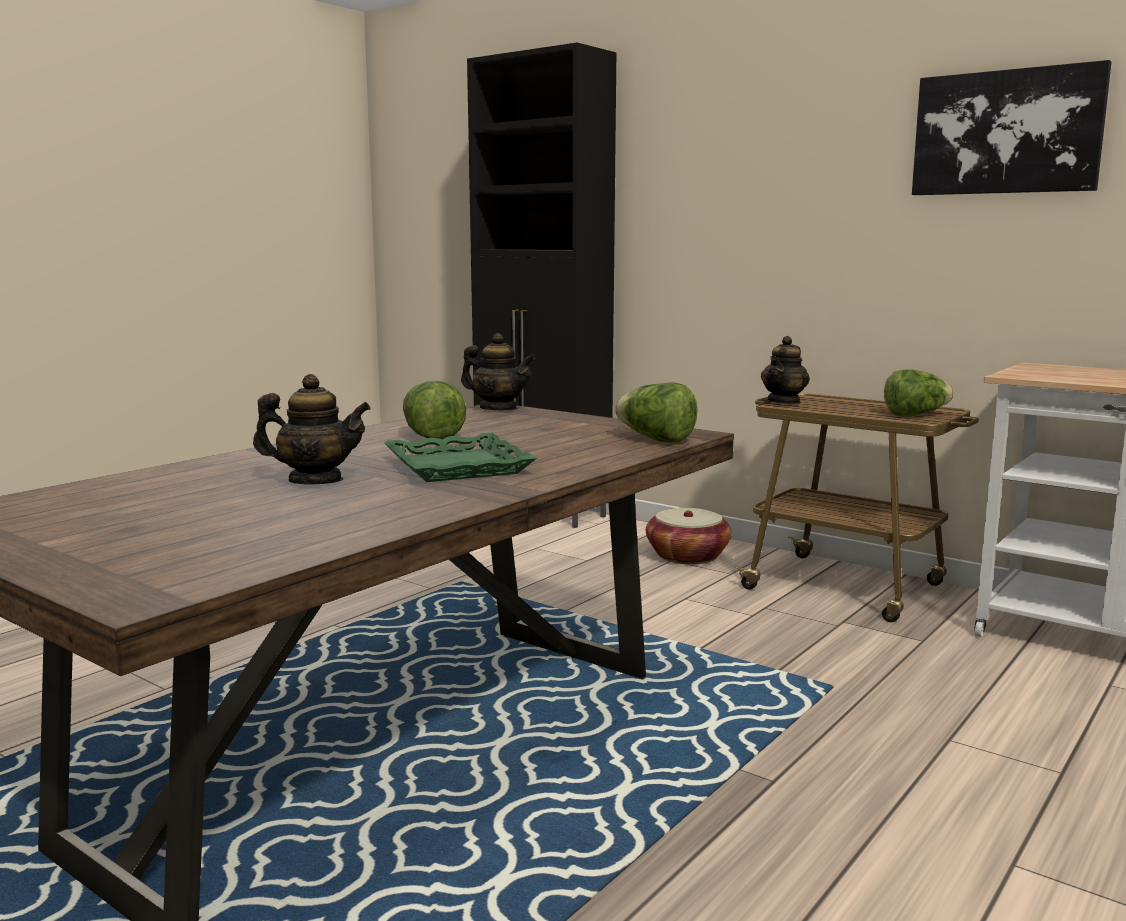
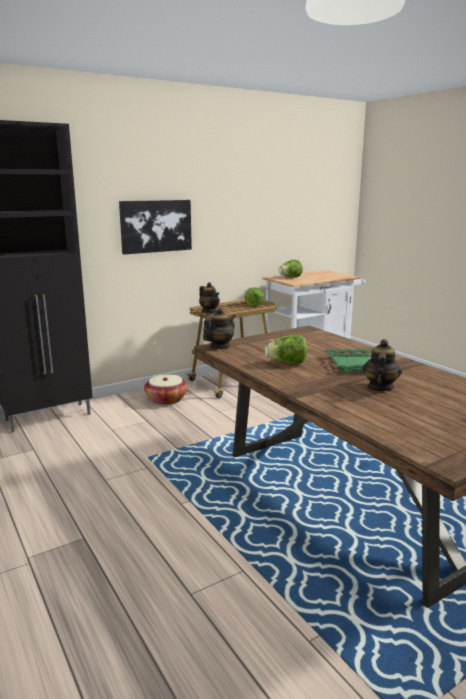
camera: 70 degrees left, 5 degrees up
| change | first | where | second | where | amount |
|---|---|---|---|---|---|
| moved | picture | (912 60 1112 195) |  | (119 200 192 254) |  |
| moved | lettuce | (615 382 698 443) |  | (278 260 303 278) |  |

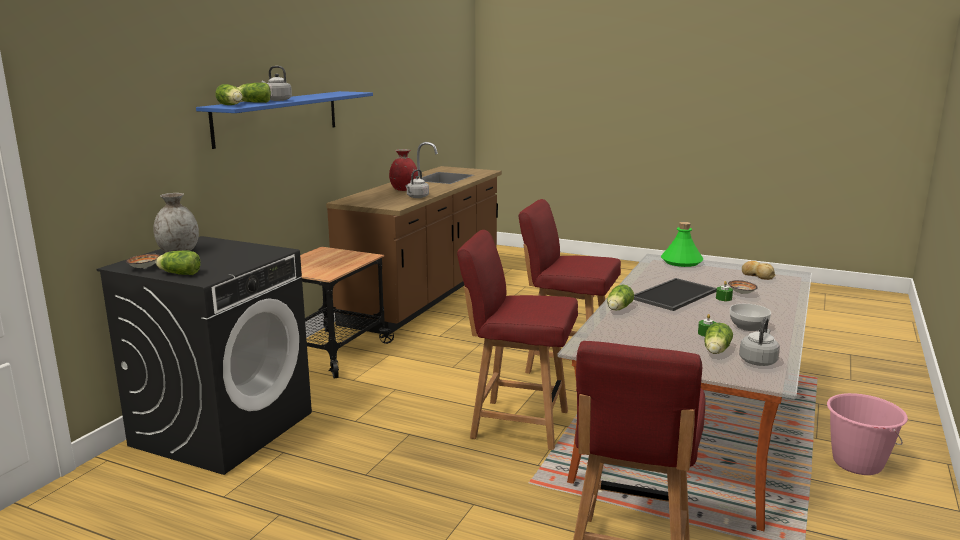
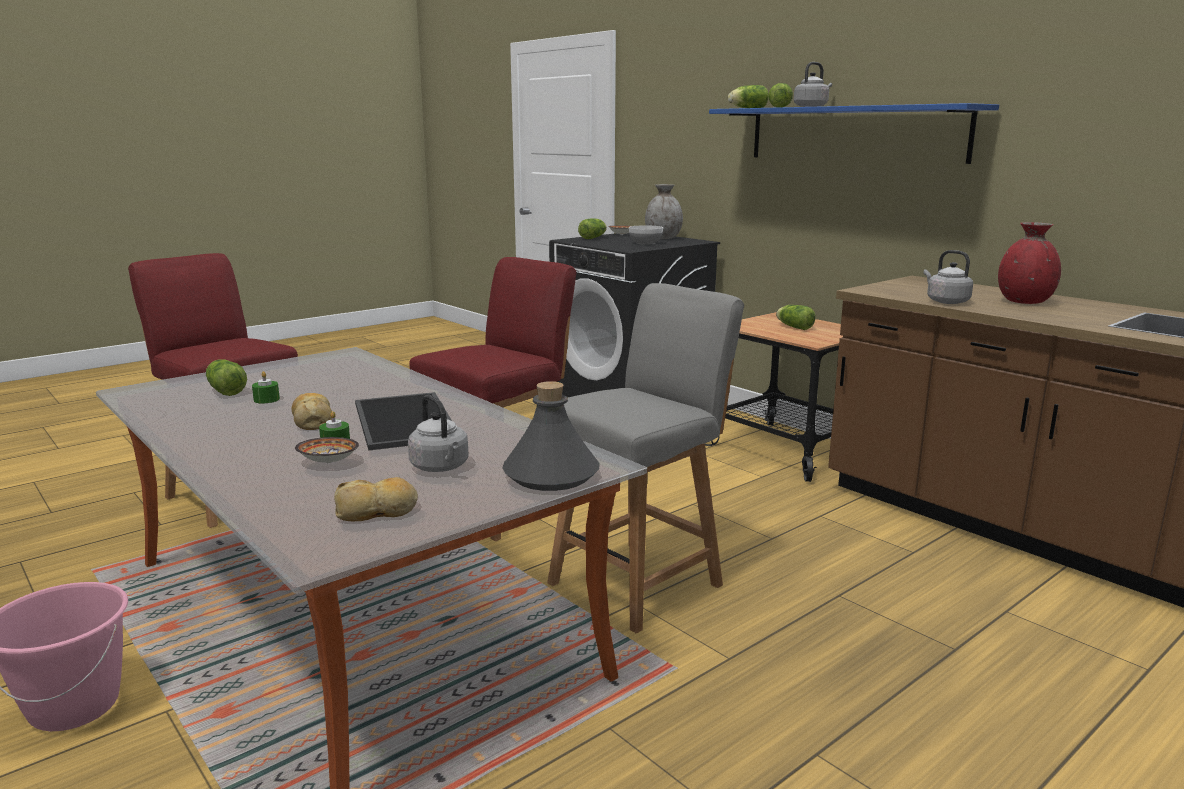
camera: 115 degrees right, 0 degrees up
| change | first | where | second | where | amount |
|---|---|---|---|---|---|
| recoloured | chair (red) | (518 199 621 374) | chair (grey) | (547 283 744 633) |  |
| recoloured | bottle (green) | (661 222 703 267) | bottle (grey) | (502 381 600 491) |  |
| moved | lettuce | (607 284 634 310) |  | (776 305 816 330) |  |
| moved | bowl | (730 304 771 331) |  | (629 225 663 245) |  |
| moved | kettle (grey) | (739 317 780 366) |  | (408 395 469 472) |  |
| added |  |  | bread | (291 393 332 430) |  |

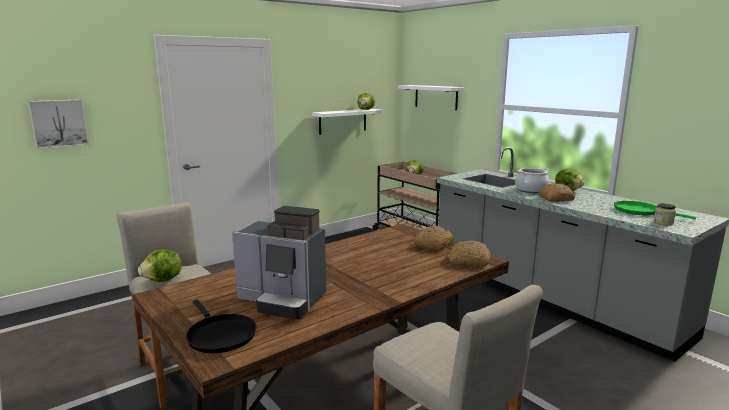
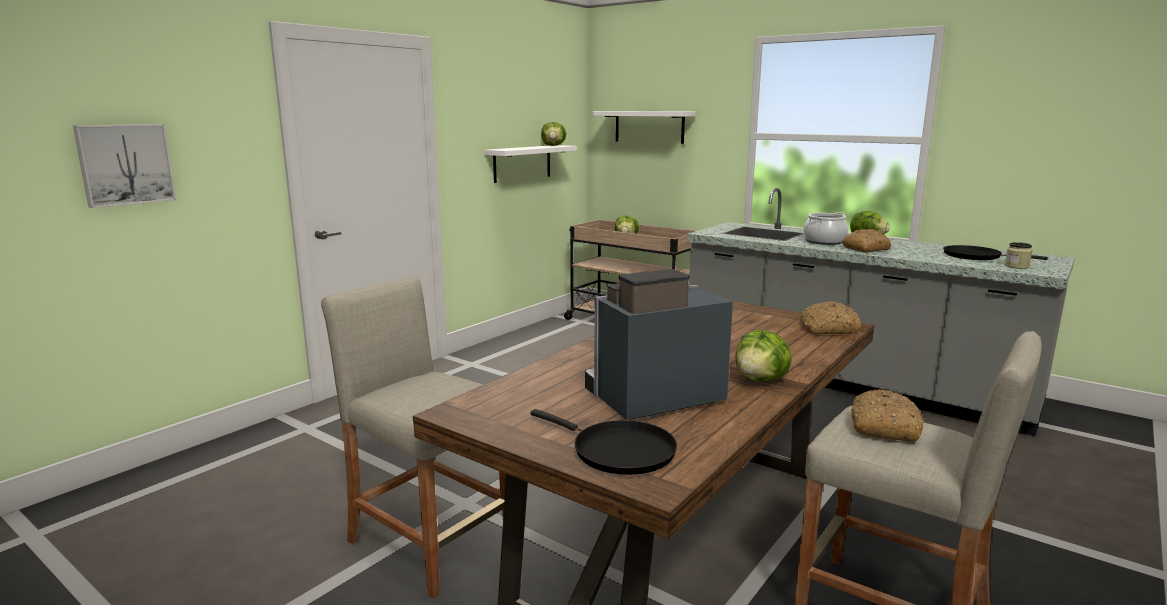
camera: 15 degrees left, 0 degrees up
| change | first | where | second | where | amount |
|---|---|---|---|---|---|
| recoloured | frying pan (green) | (614 201 696 219) | frying pan (black) | (943 245 1048 260) |  |
| turned | coffee machine | (232 206 326 320) |  | (585 269 733 420) | 150 degrees clockwise |
| moved | bread | (415 226 453 250) |  | (851 389 924 442) |  |
| moved | lettuce | (138 249 182 282) |  | (735 330 792 382) |  |

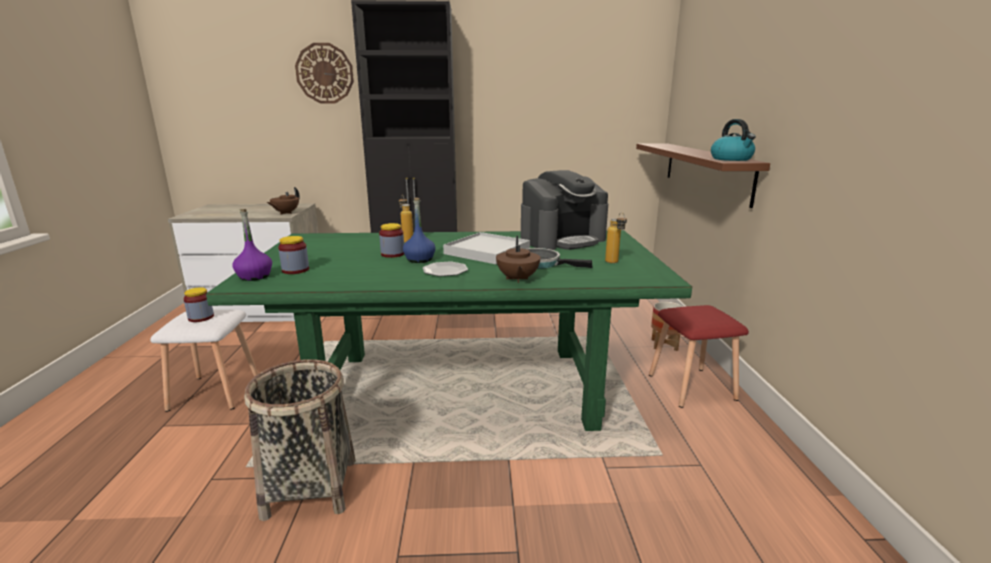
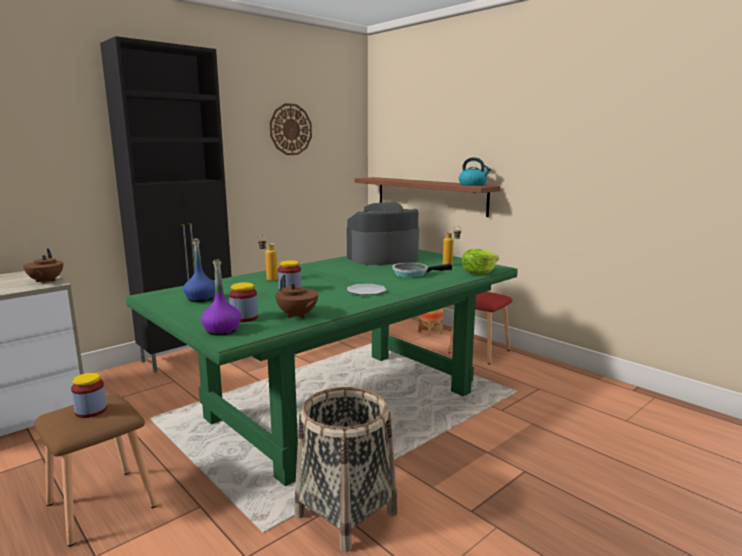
camera: 40 degrees left, 5 degrees down
| change | first | where | second | where | amount |
|---|---|---|---|---|---|
| moved | wall clock | (295 43 354 103) |  | (269 103 312 155) |  |
| turned | coffee machine | (521 170 608 250) |  | (346 202 419 265) | 135 degrees counterclockwise |
| moved | bottle (blue) | (403 198 436 263) |  | (183 239 215 302) |  |
| removed | tray (white) | (443 232 530 264) |  |  |  |
| moved | teapot (brown) | (496 236 540 283) |  | (275 275 318 318) |  |
| recoloured | stool (white) | (150 310 258 412) | stool (brown) | (34 394 157 547) |  |
| added |  |  | lettuce | (462 249 499 274) |  |

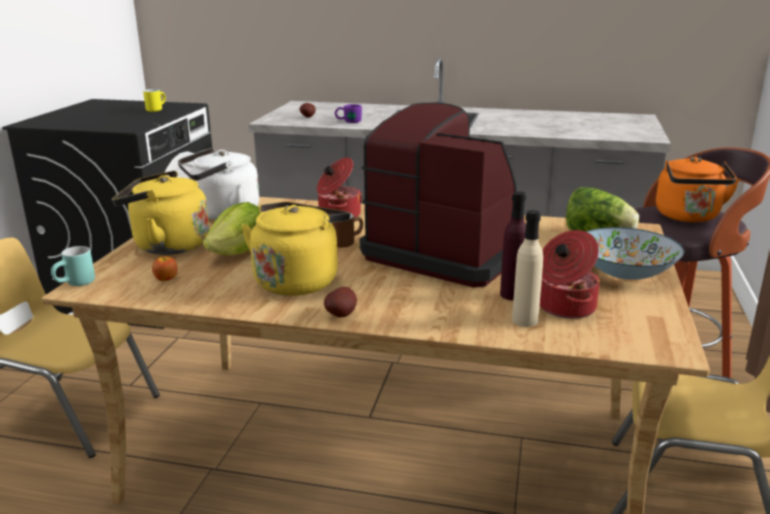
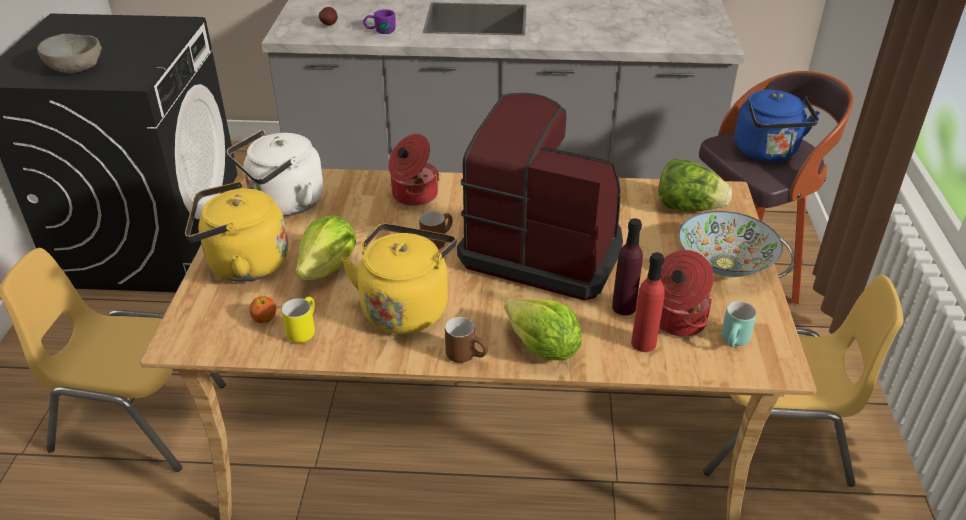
camera: 10 degrees left, 15 degrees up
| change | first | where | second | where | amount |
|---|---|---|---|---|---|
| moved | mug (yellow) | (143 89 166 112) |  | (282 297 315 343) |  |
| recoloured | kettle (orange) | (656 156 740 222) | kettle (blue) | (735 90 820 162) |  |
| recoloured | bottle (beige) | (512 210 543 327) | bottle (red) | (631 252 665 352) |  |
| moved | mug (turquoise) | (51 246 95 286) |  | (721 301 757 347) |  |
| replaced | potato | (324 287 357 317) | mug (brown) | (445 317 488 363) |  |
| added |  |  | bowl (grey) | (37 34 102 73) |  |
| added |  |  | lettuce | (504 298 581 360) |  |

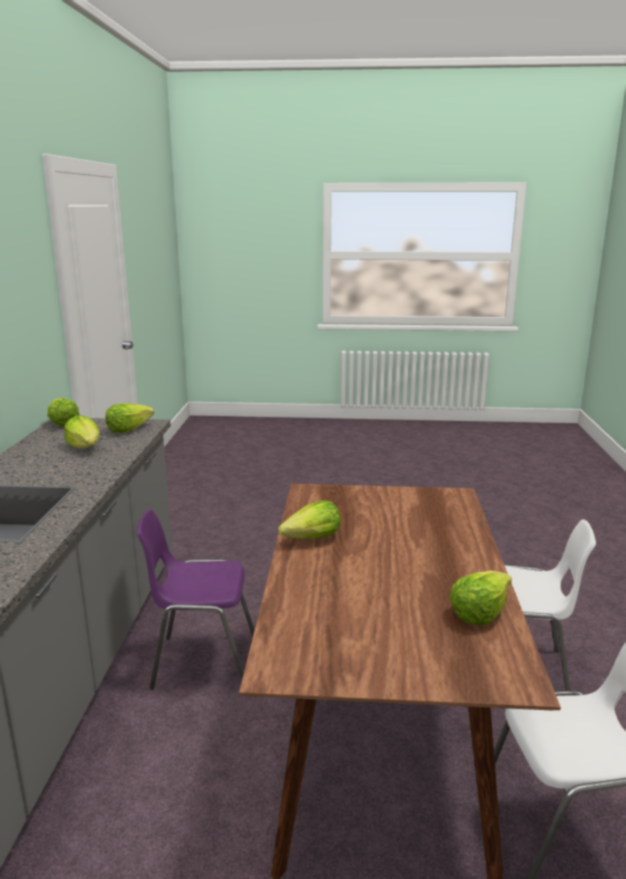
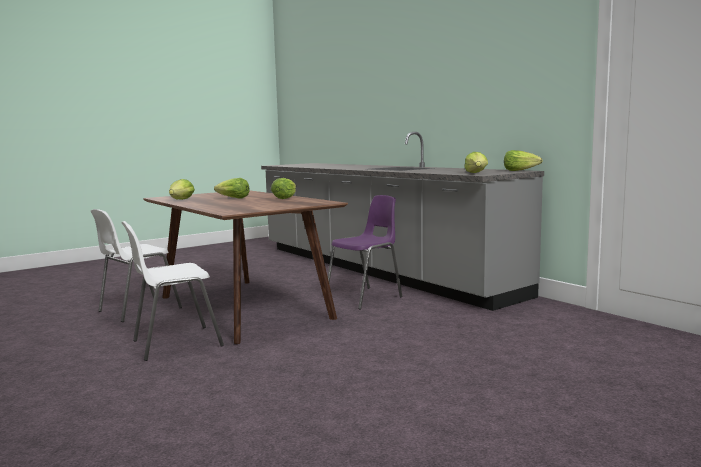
camera: 140 degrees right, 10 degrees down
| change | first | where | second | where | amount |
|---|---|---|---|---|---|
| moved | lettuce | (64 416 100 449) |  | (214 178 250 198) |  |

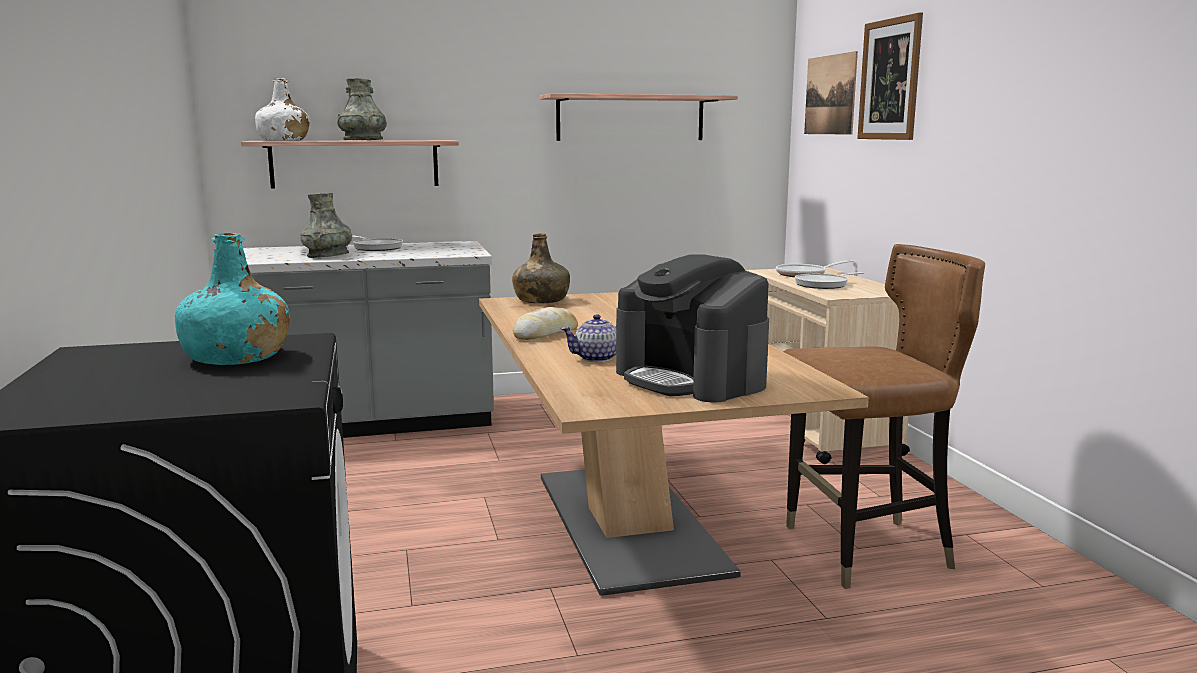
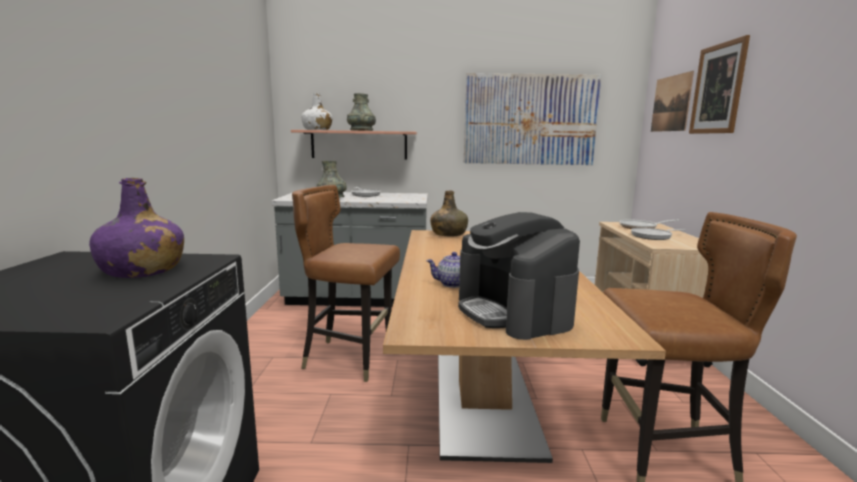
camera: 15 degrees right, 0 degrees up
| change | first | where | second | where | amount |
|---|---|---|---|---|---|
| replaced | shelf | (540 93 738 141) | picture | (464 73 602 165) |  |
| recoloured | bottle (turquoise) | (175 233 290 365) | bottle (purple) | (89 178 184 278) |  |
| removed | bread | (513 307 578 340) |  |  |  |
| added |  |  | chair (brown) | (292 185 400 382) |  |

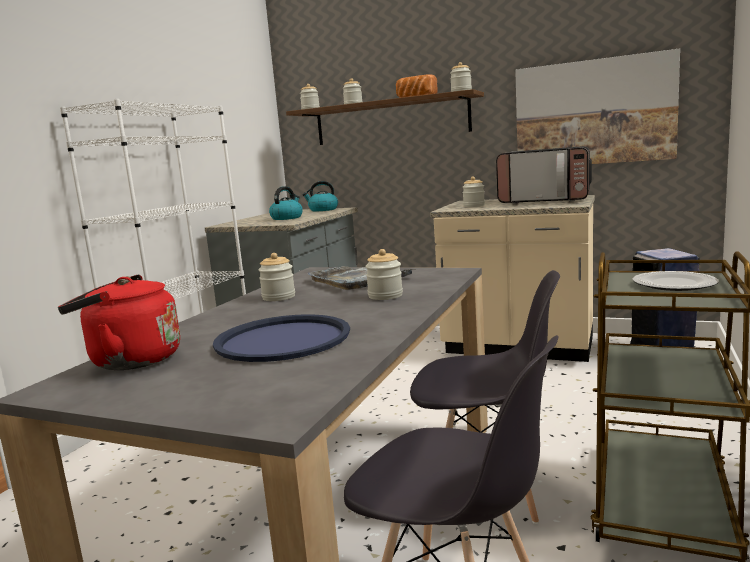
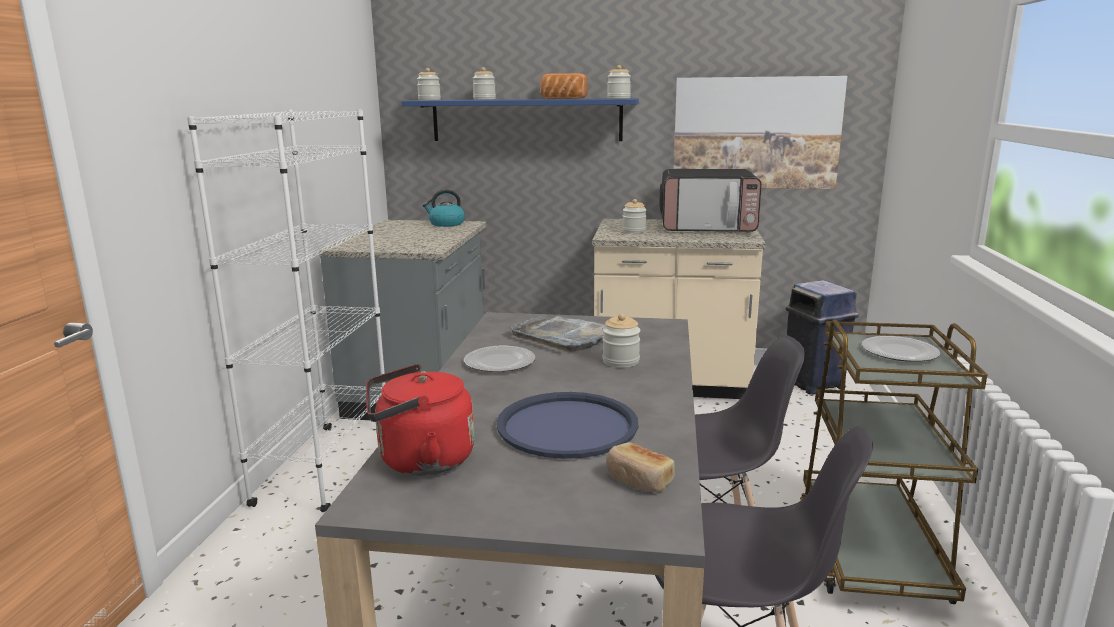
camera: 15 degrees left, 5 degrees up
| change | first | where | second | where | amount |
|---|---|---|---|---|---|
| recoloured | shelf (brown) | (286 89 484 145) | shelf (blue) | (401 98 639 141) |  |
| removed | kettle | (269 186 303 220) |  |  |  |
| replaced | jar | (258 253 295 301) | plate | (464 346 535 372) |  |
| added |  |  | bread | (606 442 675 492) |  |

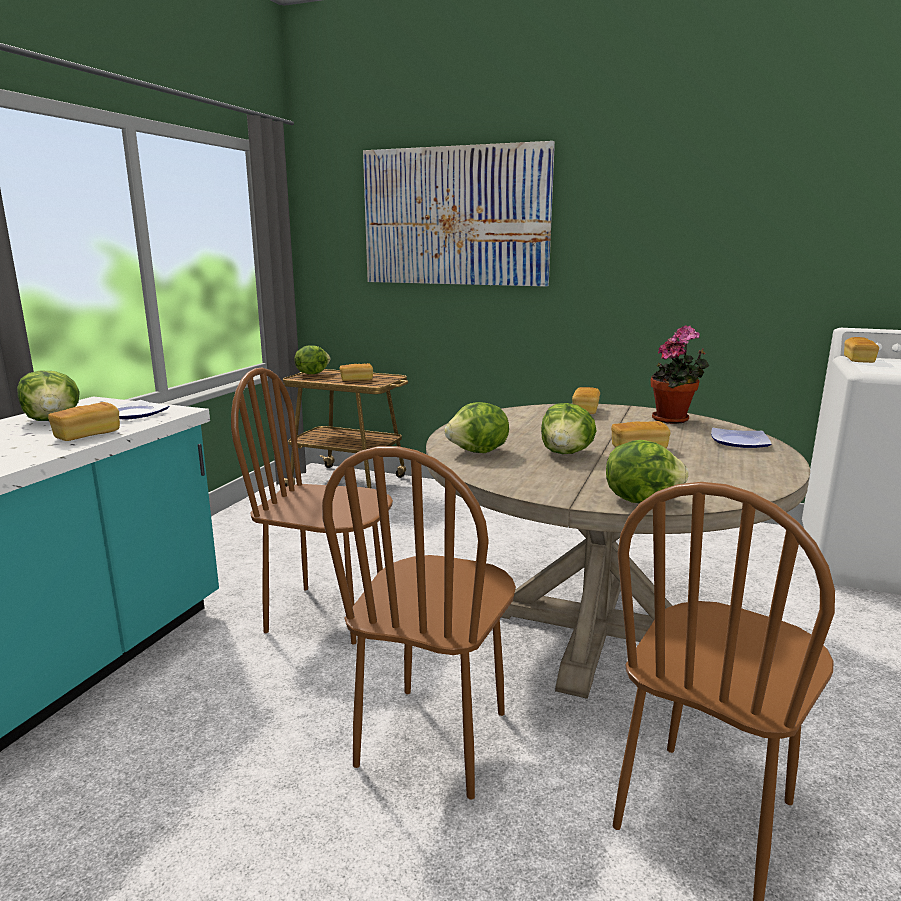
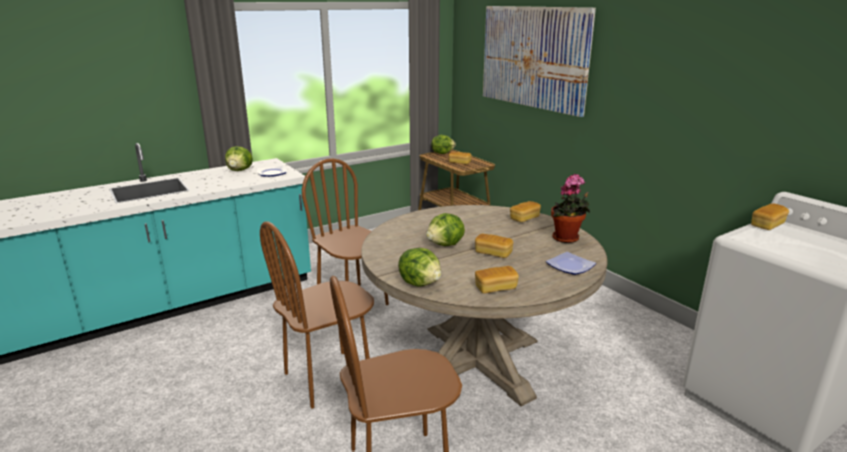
camera: 35 degrees right, 5 degrees up
| change | first | where | second | where | amount |
|---|---|---|---|---|---|
| moved | bread | (48 402 120 441) |  | (475 266 519 293) |  |
| removed | lettuce | (444 402 509 453) |  |  |  |

